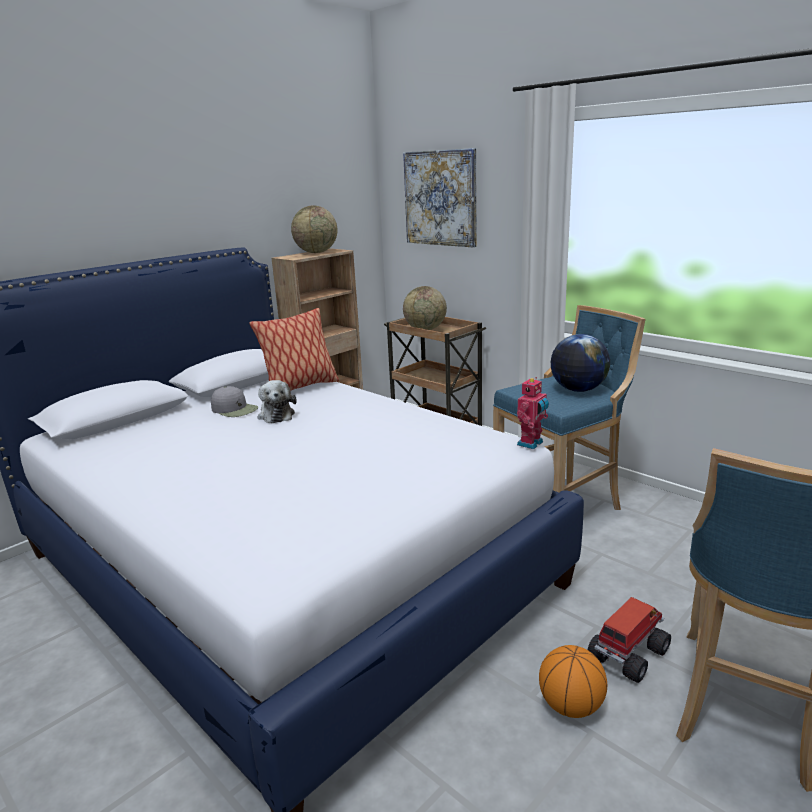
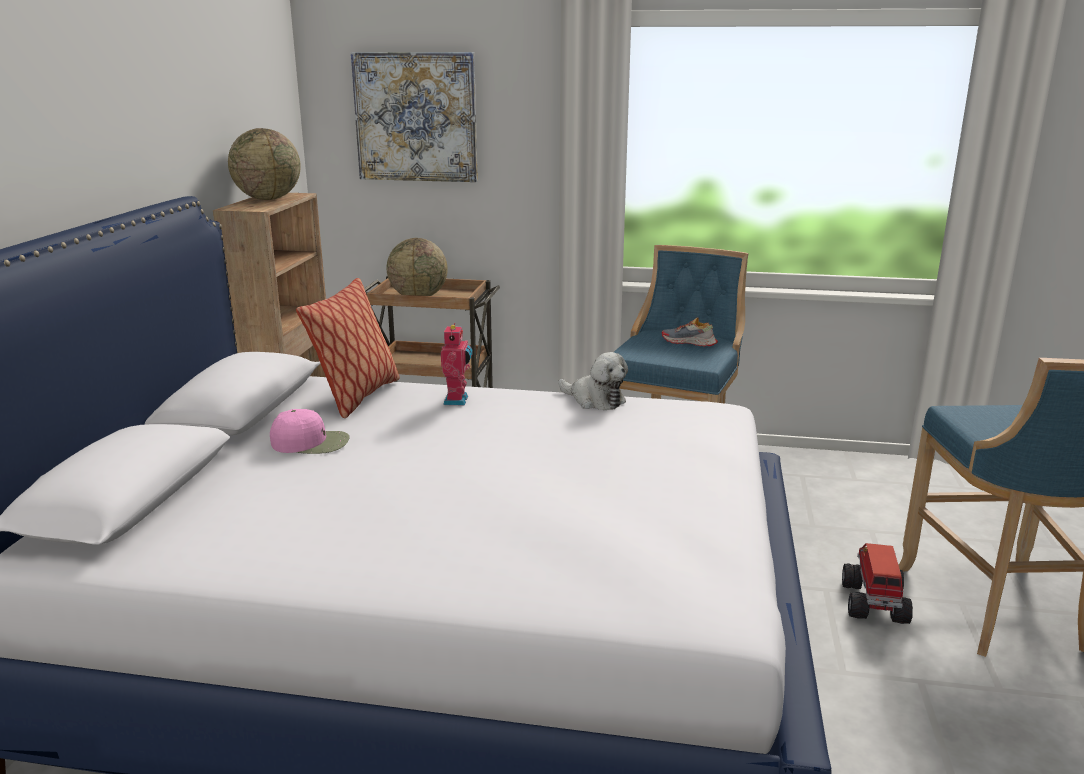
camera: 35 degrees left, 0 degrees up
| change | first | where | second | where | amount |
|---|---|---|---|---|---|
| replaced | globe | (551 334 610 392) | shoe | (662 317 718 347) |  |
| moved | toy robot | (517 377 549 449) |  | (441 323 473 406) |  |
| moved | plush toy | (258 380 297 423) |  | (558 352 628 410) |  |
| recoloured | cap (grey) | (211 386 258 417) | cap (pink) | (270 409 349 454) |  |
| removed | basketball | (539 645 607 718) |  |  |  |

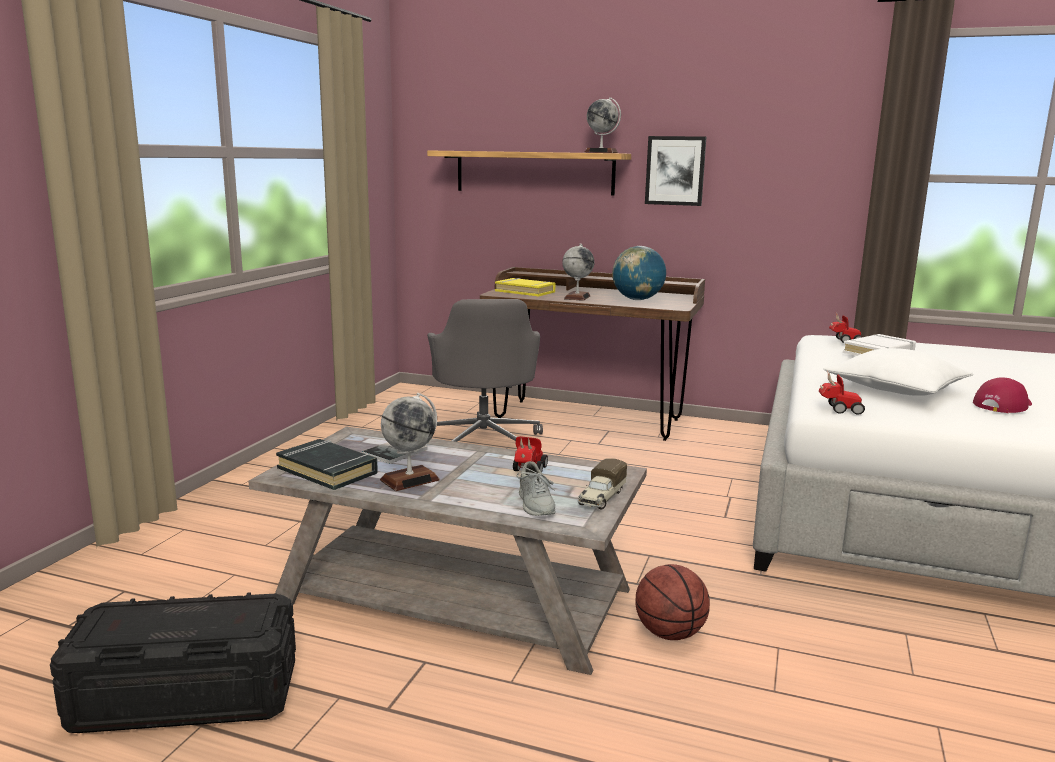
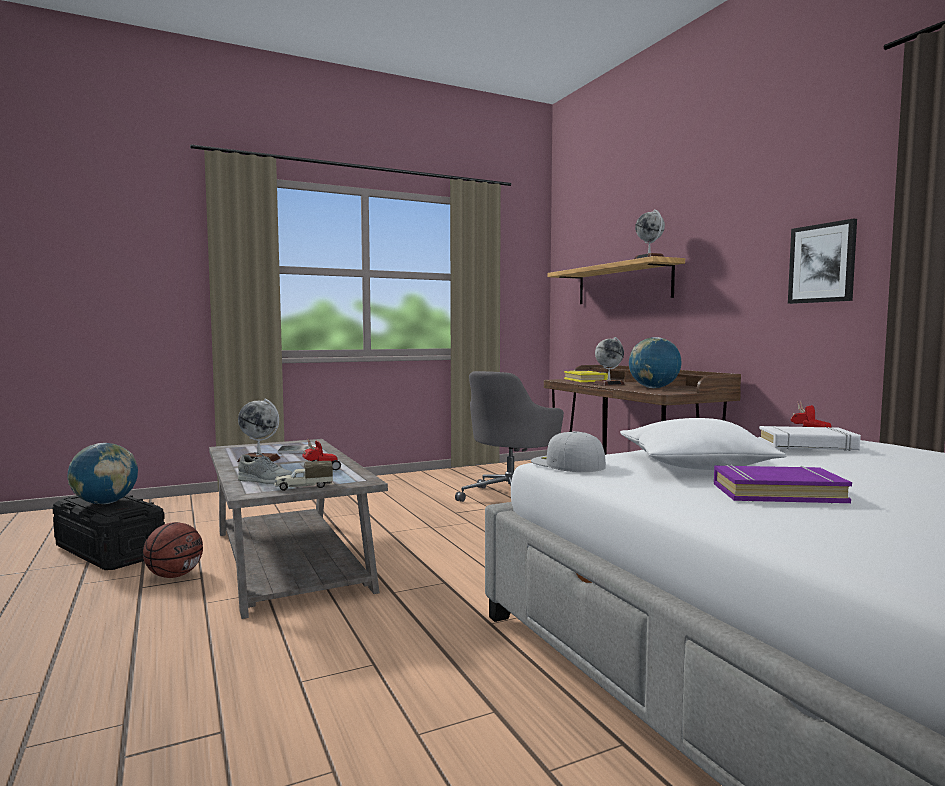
camera: 45 degrees right, 10 degrees down
| change | first | where | second | where | amount |
|---|---|---|---|---|---|
| moved | picture | (645 136 706 206) |  | (788 218 857 304) |  |
| replaced | toy car | (819 370 865 415) | cap (white) | (531 431 606 472) |  |
| replaced | cap (red) | (973 377 1032 413) | book (purple) | (714 464 852 503) |  |
| removed | book (black) | (276 439 378 490) |  |  |  |
| turned | shoe (grey) | (517 461 555 516) |  | (238 452 292 484) | 105 degrees counterclockwise |
| moved | basketball | (635 564 710 640) |  | (143 522 203 578) |  |
| added |  |  | globe | (67 443 138 504) |  |

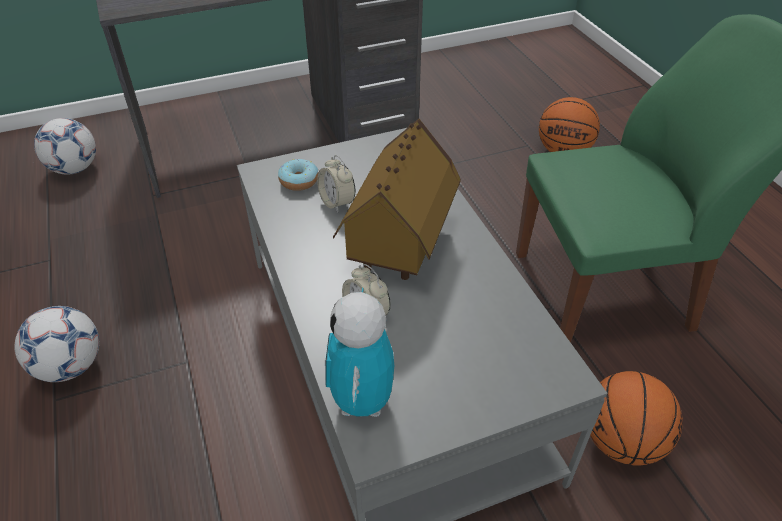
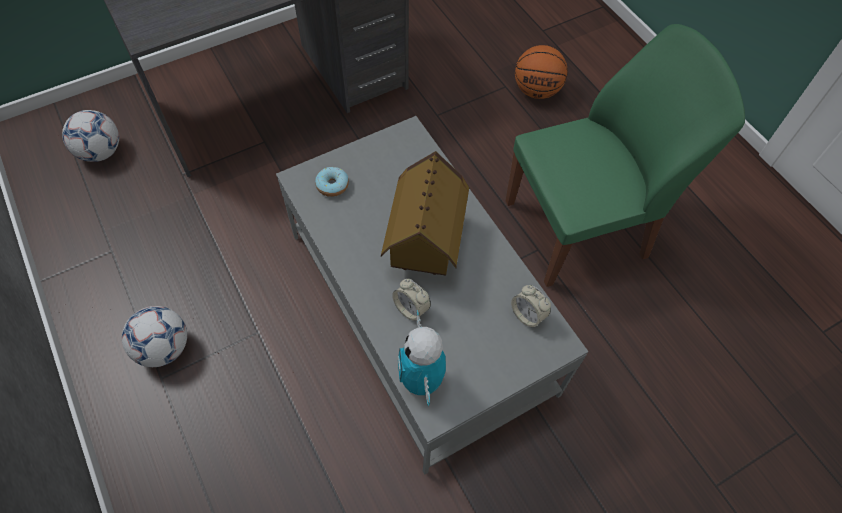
camera: 10 degrees left, 15 degrees up
| change | first | where | second | where | amount |
|---|---|---|---|---|---|
| moved | alarm clock | (317 155 355 213) |  | (511 285 551 328) |  |
| removed | basketball | (590 371 683 466) |  |  |  |

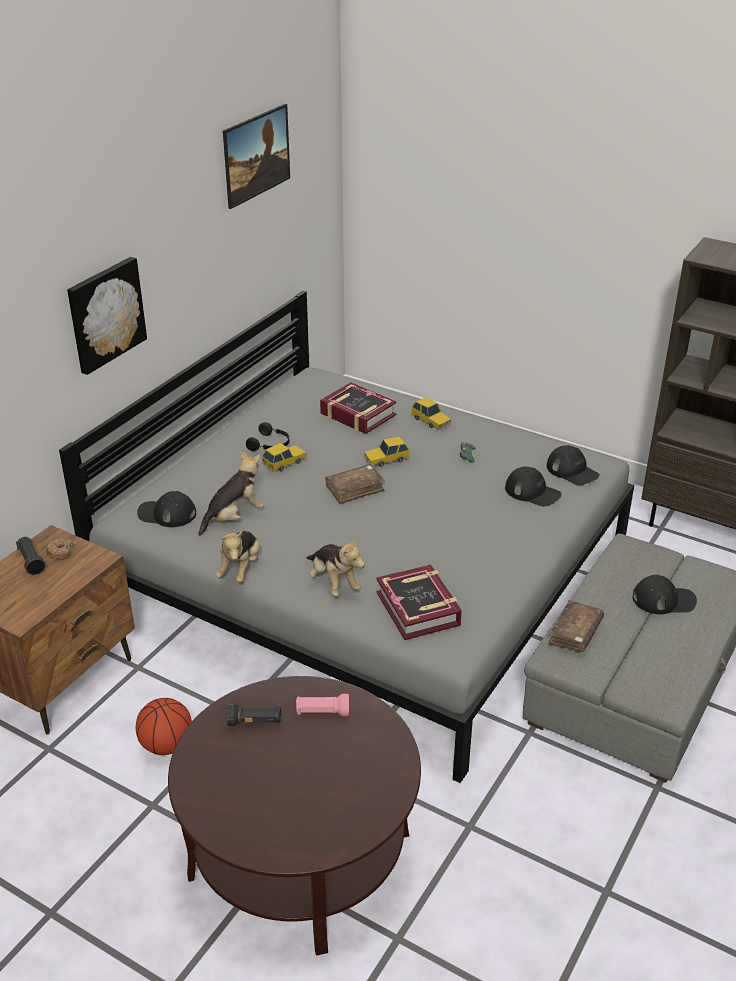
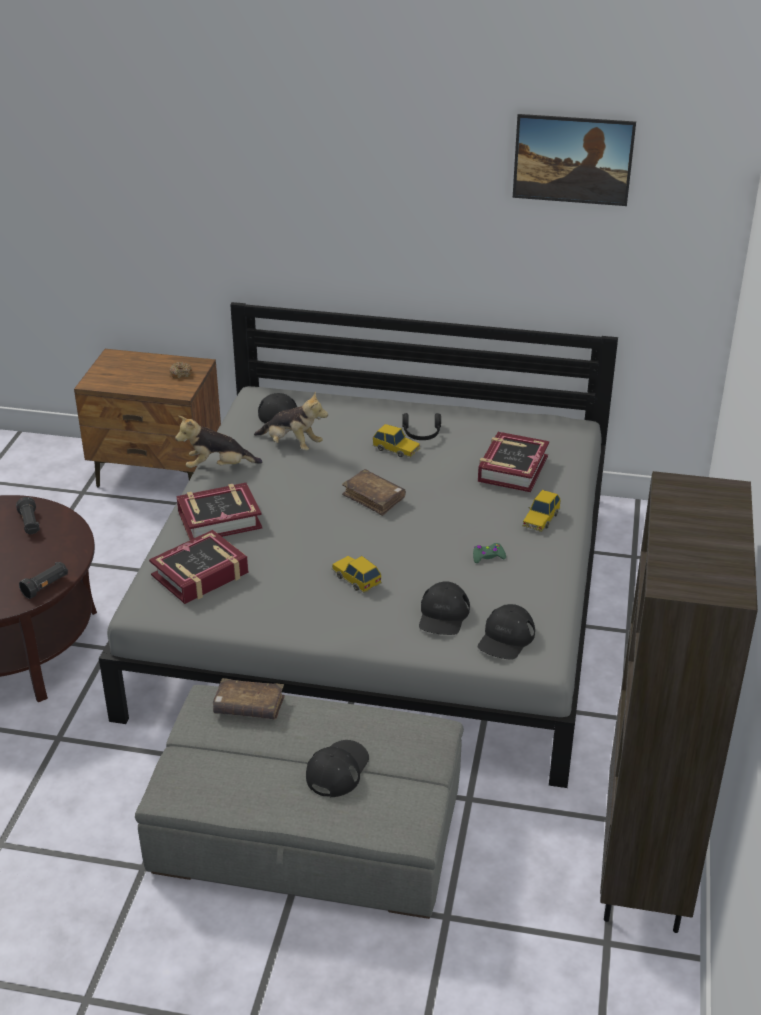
camera: 70 degrees right, 0 degrees up
| change | first | where | second | where | amount |
|---|---|---|---|---|---|
| removed | picture | (67 257 147 375) |  |  |  |
| moved | toy car | (364 436 410 467) |  | (332 556 382 593) |  |
| moved | flashlight (black) | (16 537 46 575) |  | (19 562 68 599) |  |
| replaced | plush toy | (307 537 365 596) | book | (177 483 262 540) |  |
| turned | cap (black) | (633 575 697 615) |  | (306 740 369 797) | 135 degrees counterclockwise |
| removed | flashlight (pink) | (296 694 349 716) |  |  |  |
| removed | basketball | (136 698 192 755) |  |  |  |

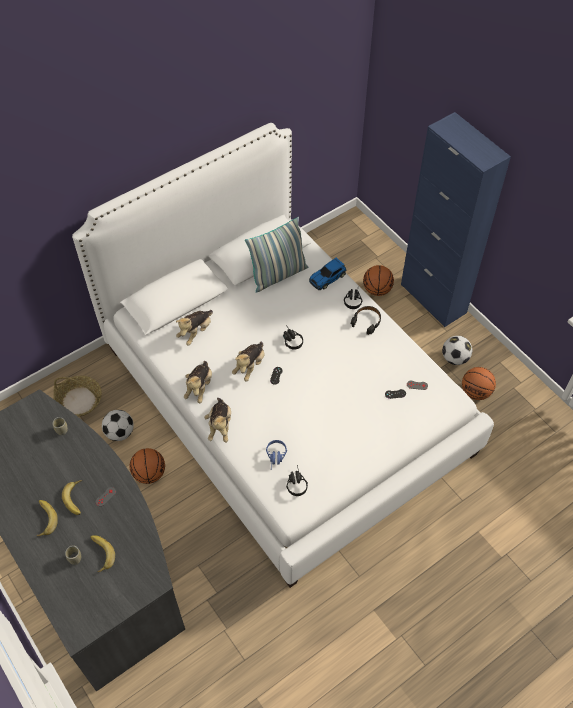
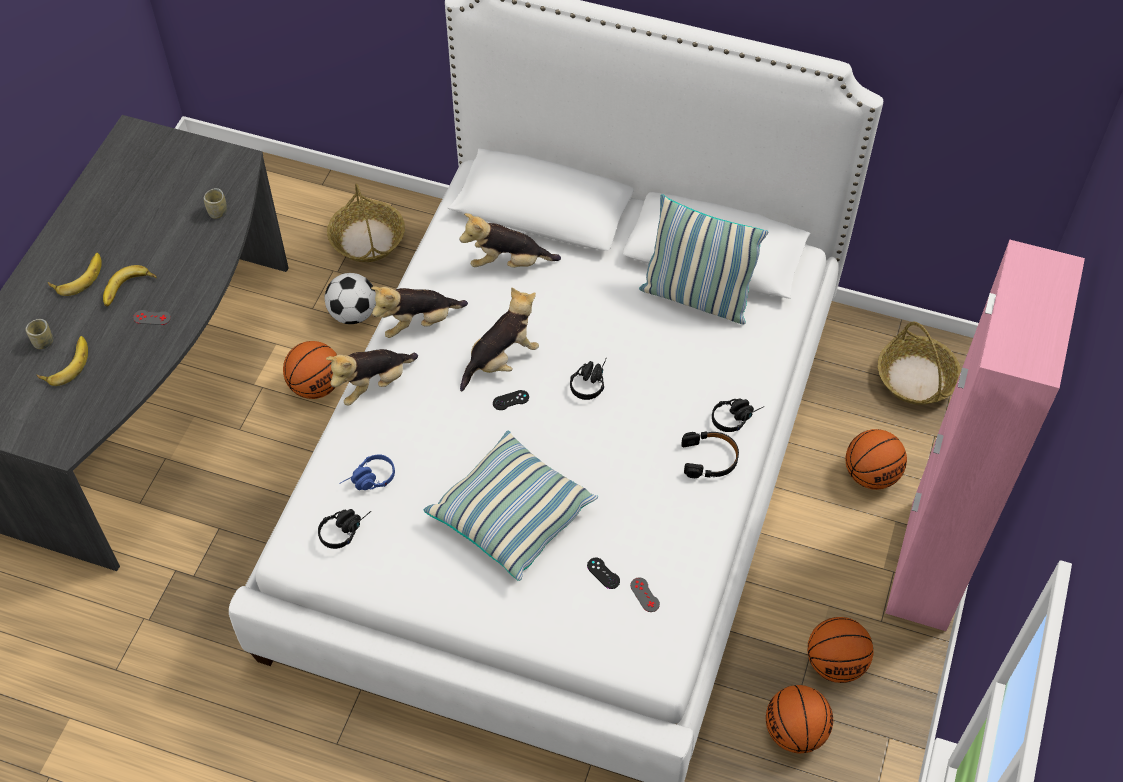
camera: 55 degrees right, 0 degrees up
| change | first | where | second | where | amount |
|---|---|---|---|---|---|
| recoloured | cabinet (blue) | (401 112 511 327) | cabinet (pink) | (885 240 1085 631) |  |
| removed | toy car | (309 258 346 291) |  |  |  |
| replaced | football | (442 336 472 365) | basketball | (807 617 874 683) |  |
| turned | plush toy | (232 342 265 382) |  | (460 287 539 392) | 150 degrees clockwise |
| added |  |  | basket | (878 322 961 405) |  |
| added |  |  | pillow | (424 430 598 581) |  |

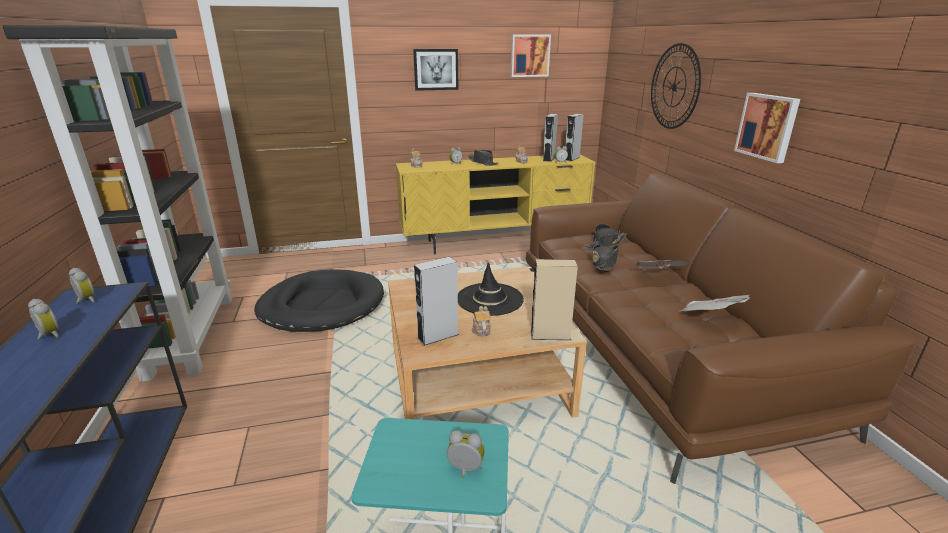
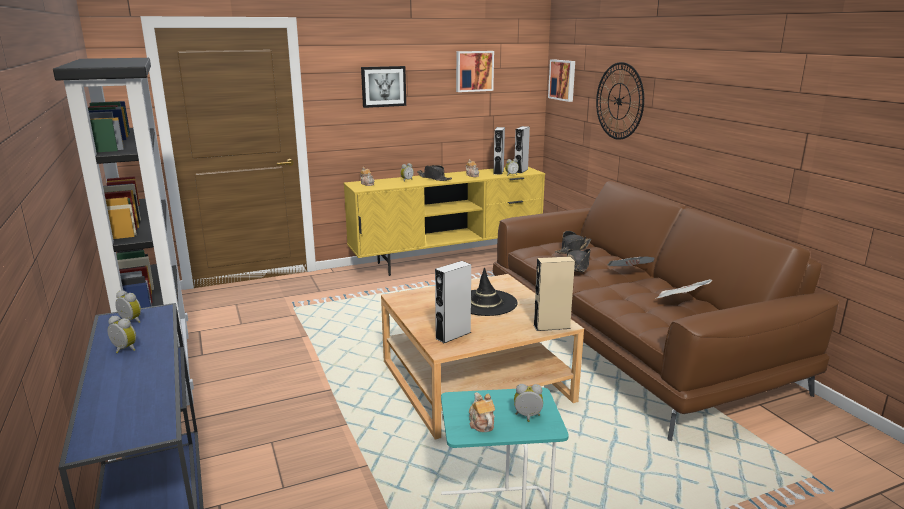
camera: 10 degrees left, 5 degrees down
| change | first | where | second | where | amount |
|---|---|---|---|---|---|
| moved | picture | (734 93 800 163) |  | (548 59 575 102) |  |
| removed | dog bed (black) | (254 269 384 332) |  |  |  |
| moved | teapot | (472 306 491 336) |  | (469 392 495 432) |  |

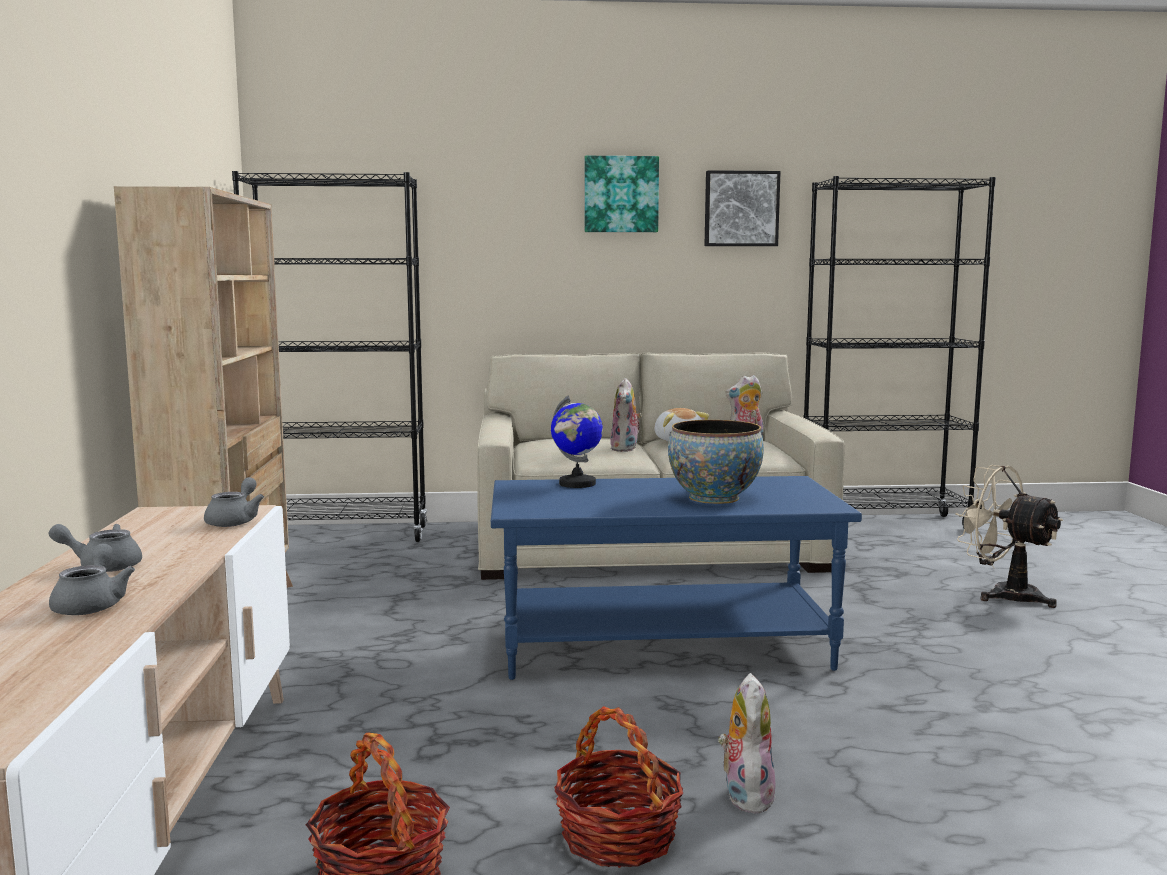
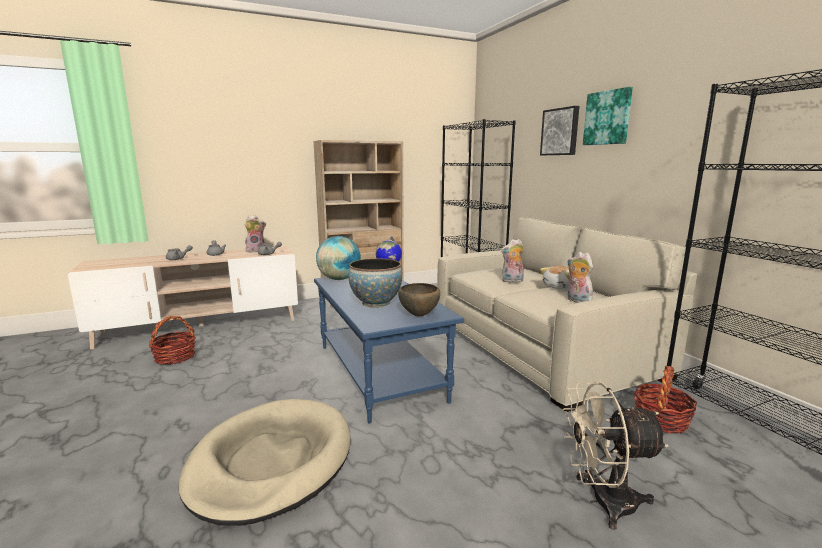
camera: 70 degrees right, 5 degrees up
| change | first | where | second | where | amount |
|---|---|---|---|---|---|
| moved | picture | (705 170 781 246) |  | (540 106 579 155) |  |
| turned | fan (beige) | (955 465 1063 608) |  | (562 382 669 530) | 120 degrees counterclockwise |
| moved | plush toy | (718 673 776 814) |  | (245 215 266 253) |  |
| moved | basket | (554 706 683 868) |  | (634 366 697 433) |  |
| added |  |  | globe | (316 236 361 280) |  |
| added |  |  | bowl (brown) | (398 283 440 317) |  |
| added |  |  | dog bed (beige) | (179 399 351 526) |  |

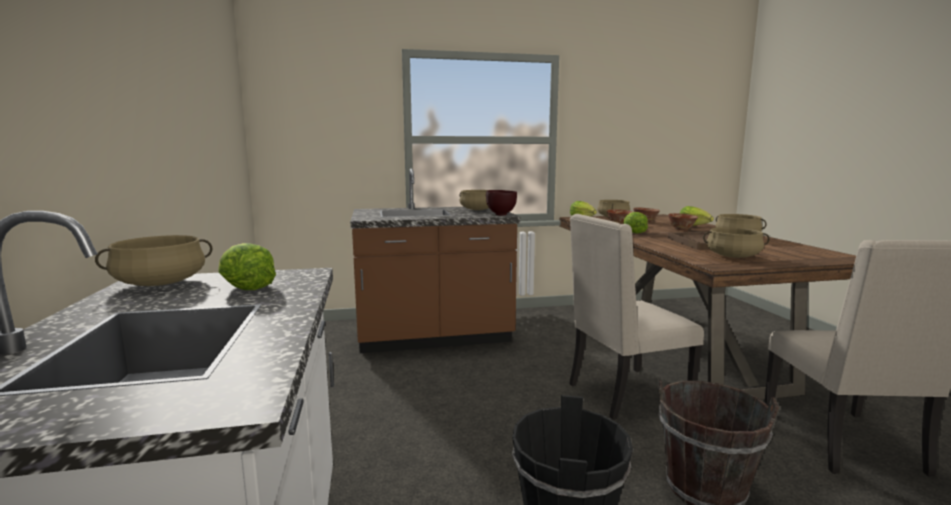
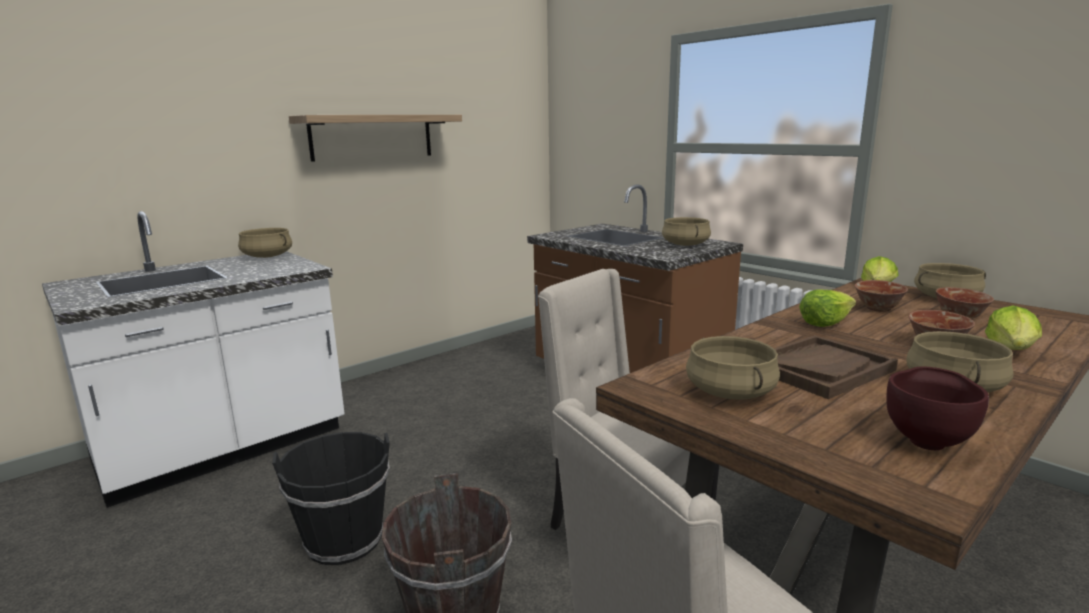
camera: 60 degrees right, 5 degrees up
| change | first | where | second | where | amount |
|---|---|---|---|---|---|
| moved | bowl (brown) | (486 190 517 216) |  | (887 366 989 450) |  |
| removed | lettuce | (218 243 276 290) |  |  |  |
| added |  |  | shelf | (289 115 462 162) |  |

